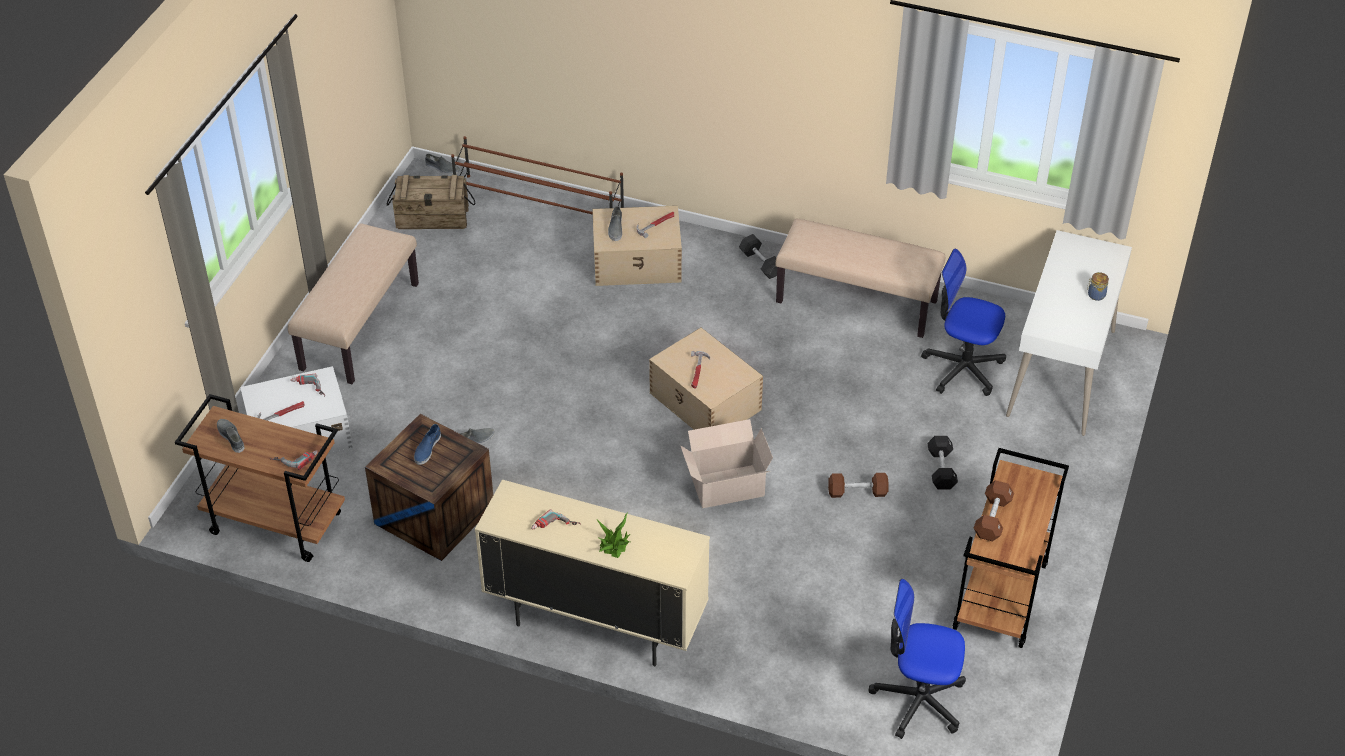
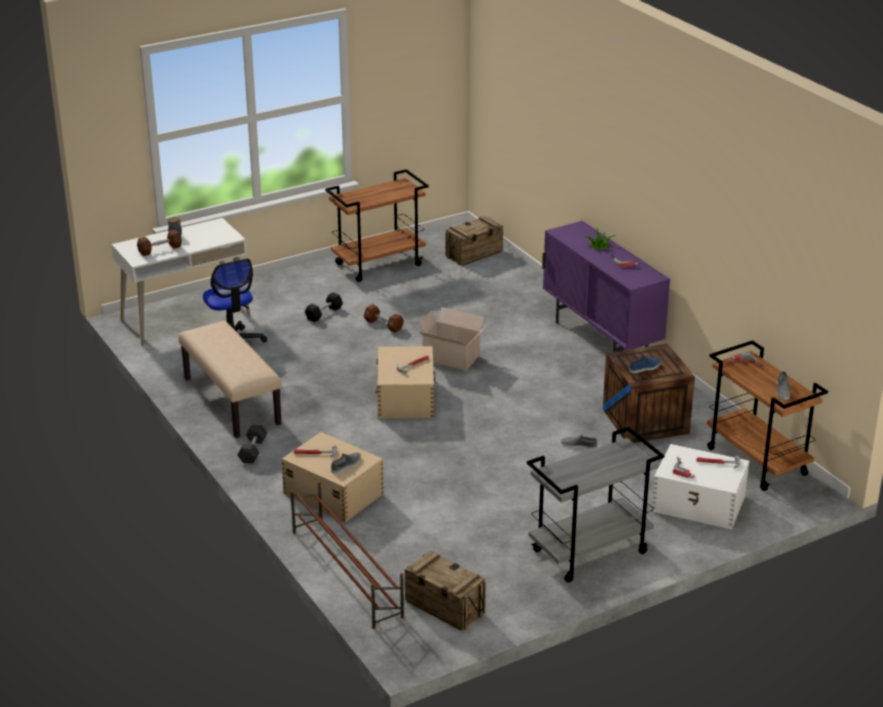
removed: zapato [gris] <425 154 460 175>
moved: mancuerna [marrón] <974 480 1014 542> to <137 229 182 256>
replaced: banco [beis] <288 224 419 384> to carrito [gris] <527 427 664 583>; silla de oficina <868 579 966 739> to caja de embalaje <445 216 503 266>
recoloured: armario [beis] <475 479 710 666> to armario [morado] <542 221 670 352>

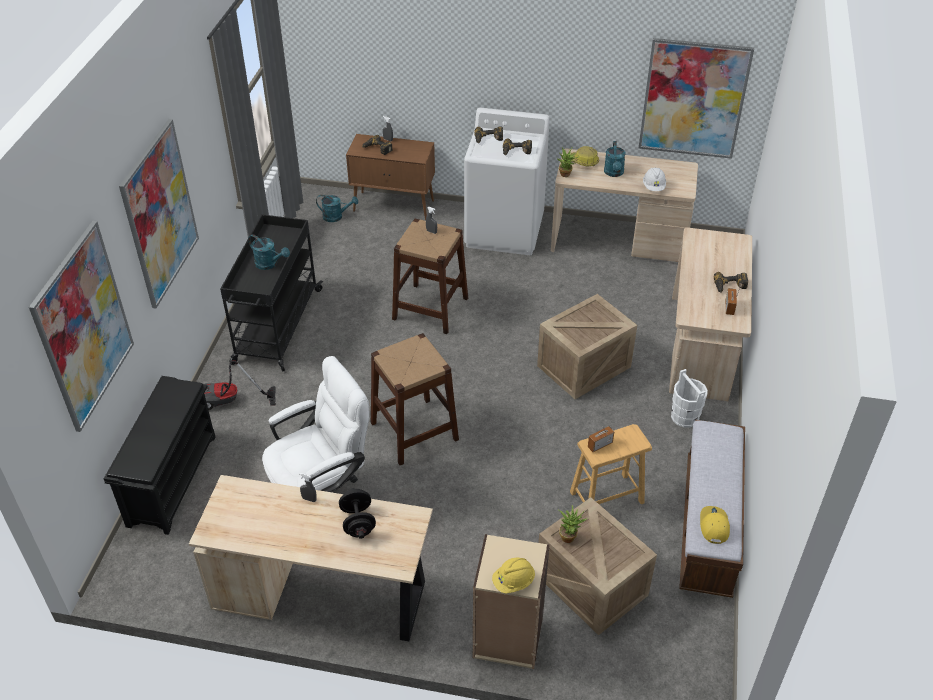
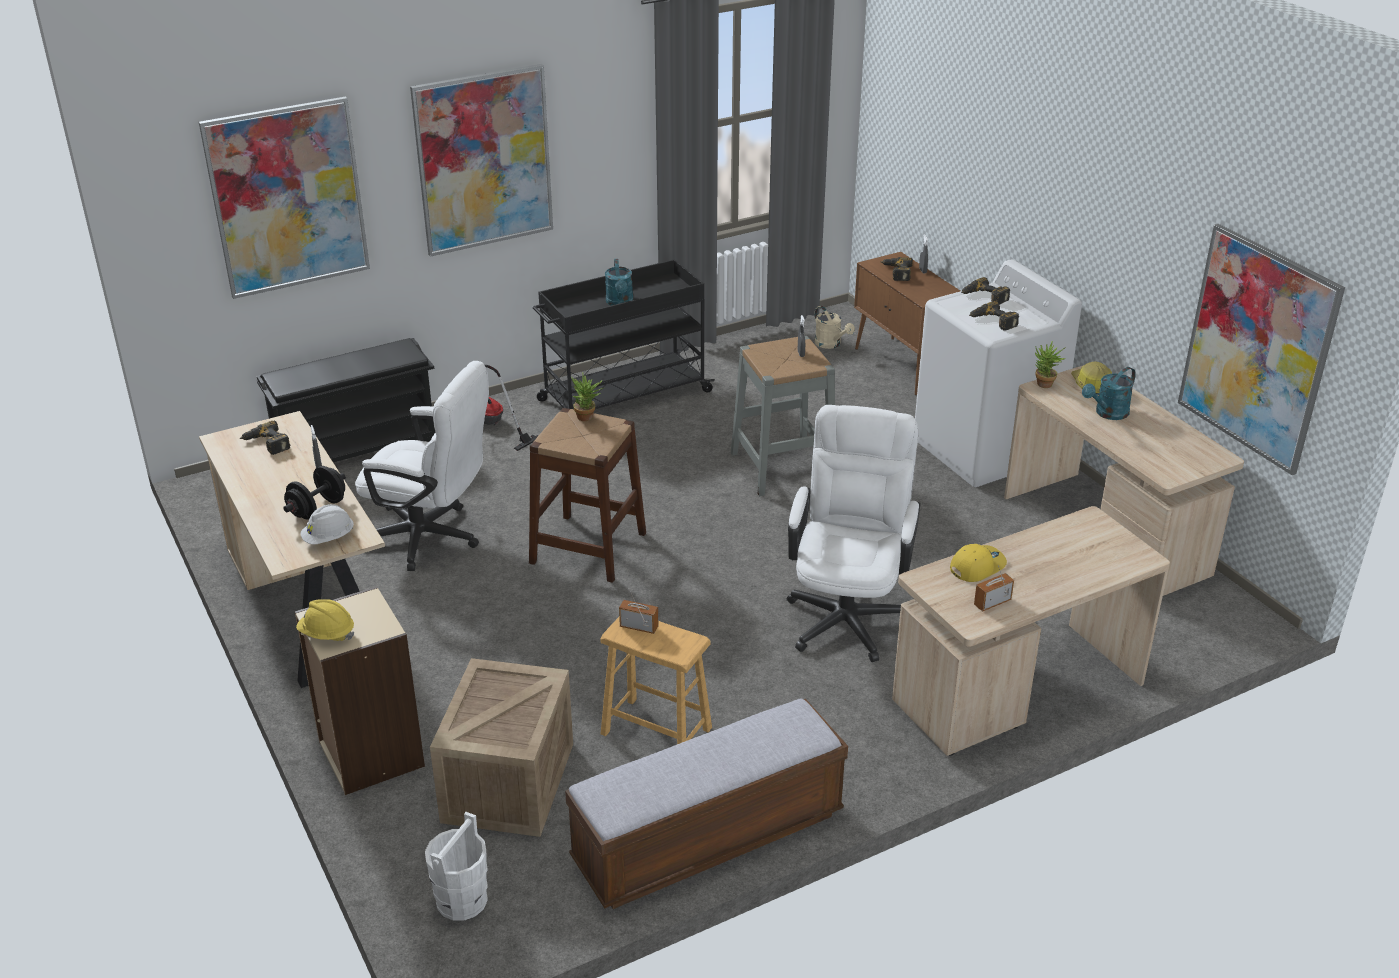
moved: planta en maceta <558 505 588 543> to <571 372 605 421>; casco [blanco] <643 168 666 191> to <301 504 353 544>; cubo [blanco] <671 369 708 428> to <425 812 487 920>; gorra [amarillo] <700 506 730 544> to <950 544 1007 582>; taladro <714 272 748 292> to <240 420 290 455>
replaced: caja de embalaje <537 294 637 399> to silla de oficina [blanco] <787 405 921 662>
recoloured: regadera [turquesa] <316 195 358 222> to regadera [beis] <815 306 855 349>; taburete [marrón] <392 219 468 334> to taburete [gris] <731 336 835 496>

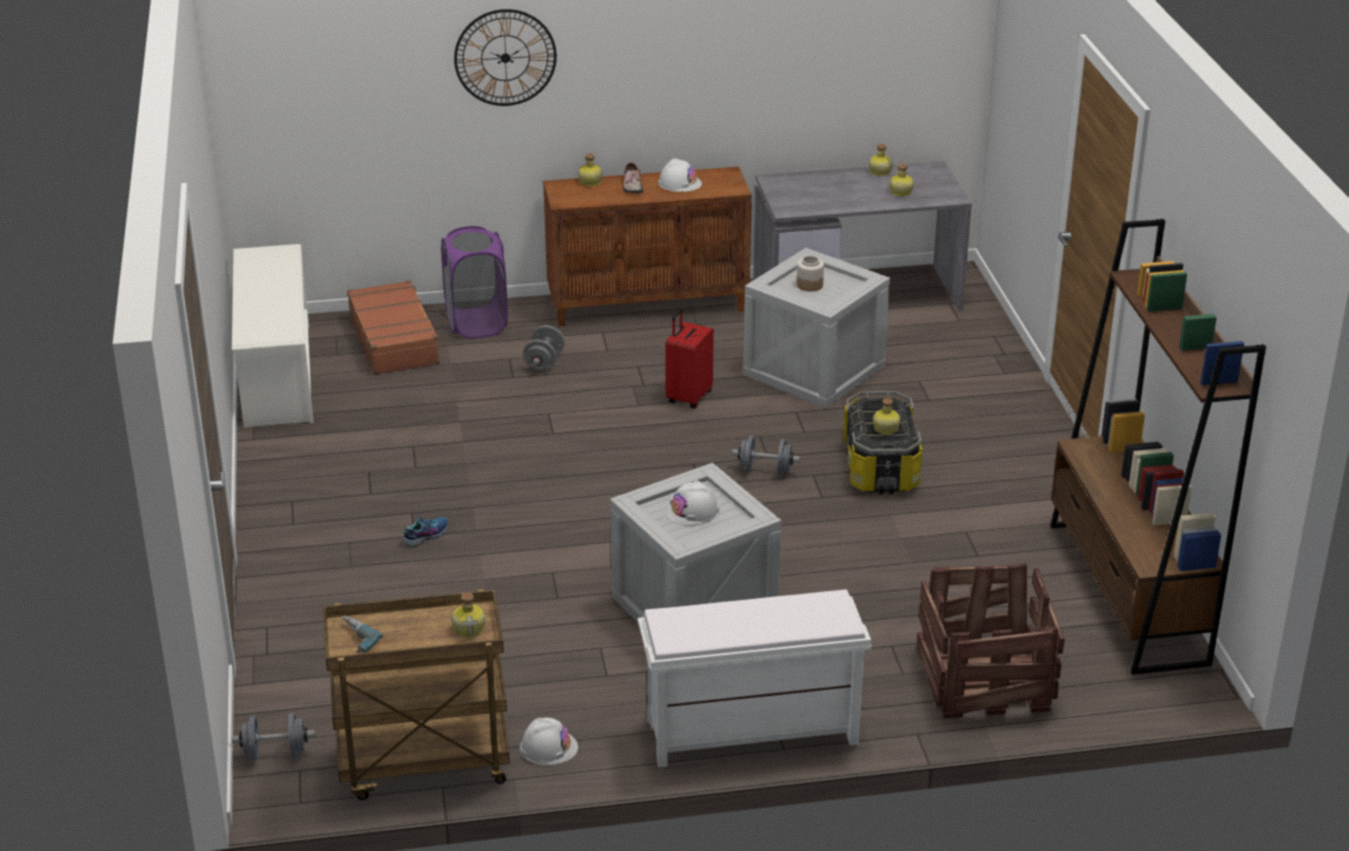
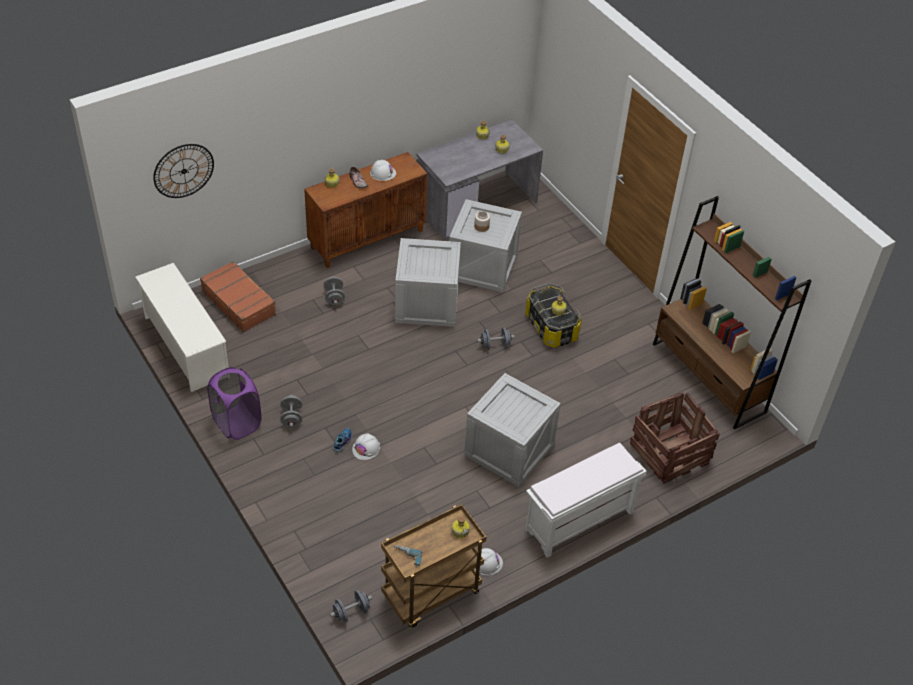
added: mancuerna [gris] <280 395 302 428>
moved: cesto de la ropa [morado] <441 226 508 339> to <207 367 262 440>; reloj de pared <454 9 557 106> to <153 144 214 198>; casco [blanco] <665 480 719 526> to <352 433 380 460>
replaced: maleta [rojo] <666 309 714 408> to caja de embalaje <395 238 461 327>

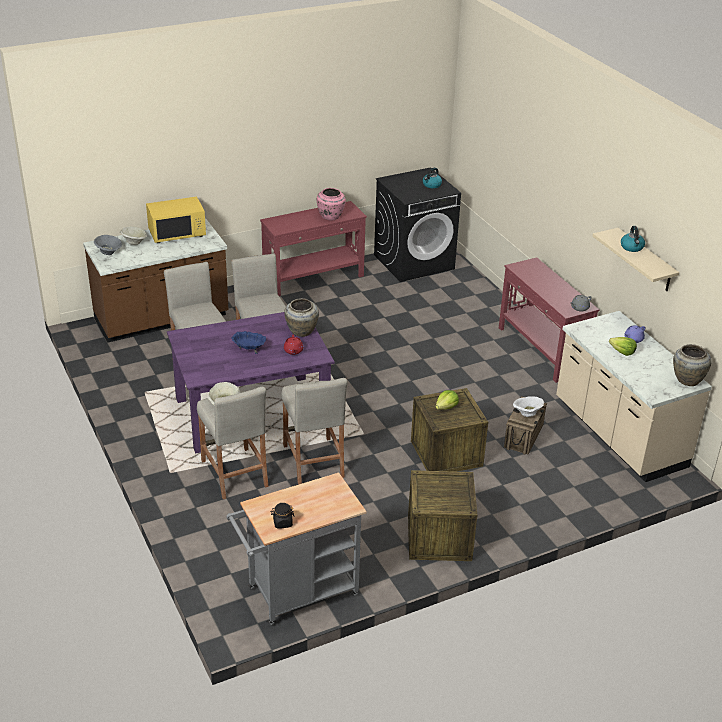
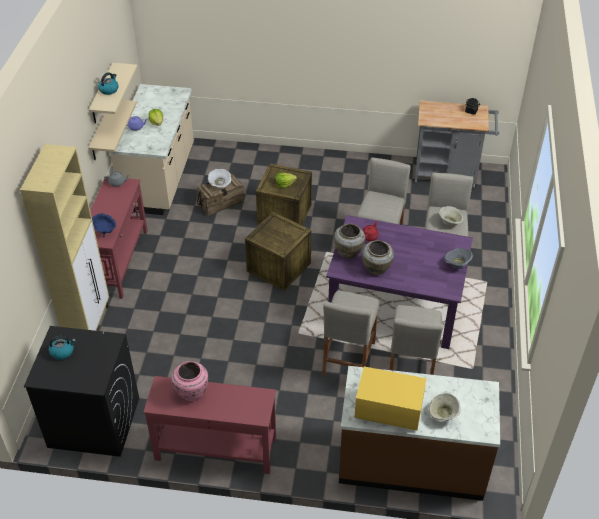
added: armario [beis] <20 144 109 331>; estante [beis] <88 100 137 160>
moved: cuenco [gris] <94 235 122 255> to <444 248 473 269>; cuenco [azul] <232 331 266 354> to <92 213 116 237>; caja de embalaje <408 470 477 561> to <245 212 311 291>; florero [beis] <673 344 712 386> to <362 240 394 275>

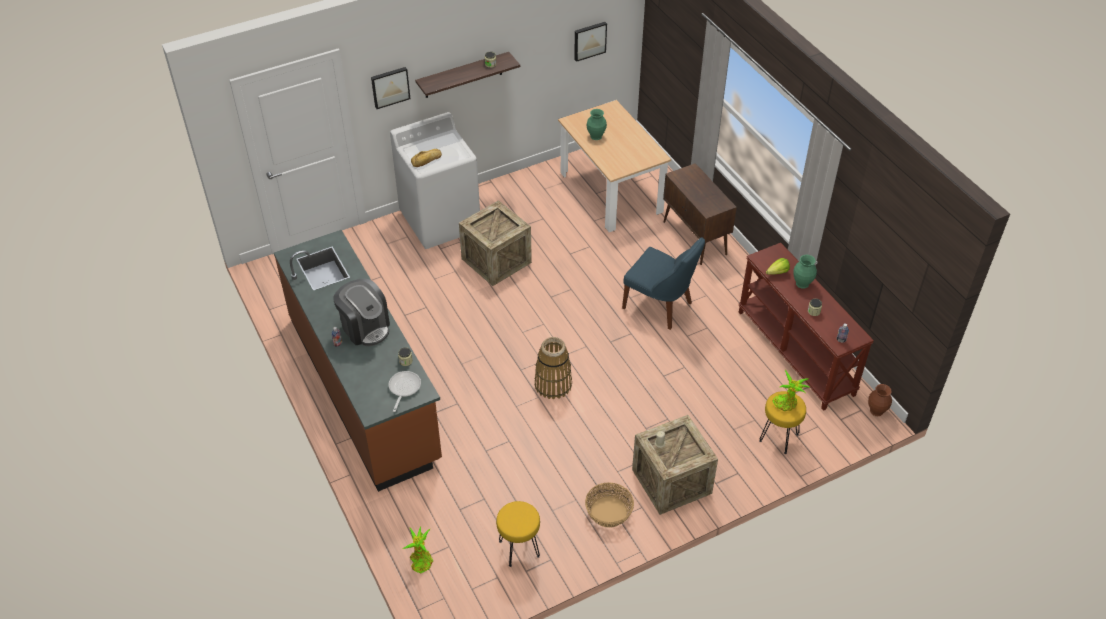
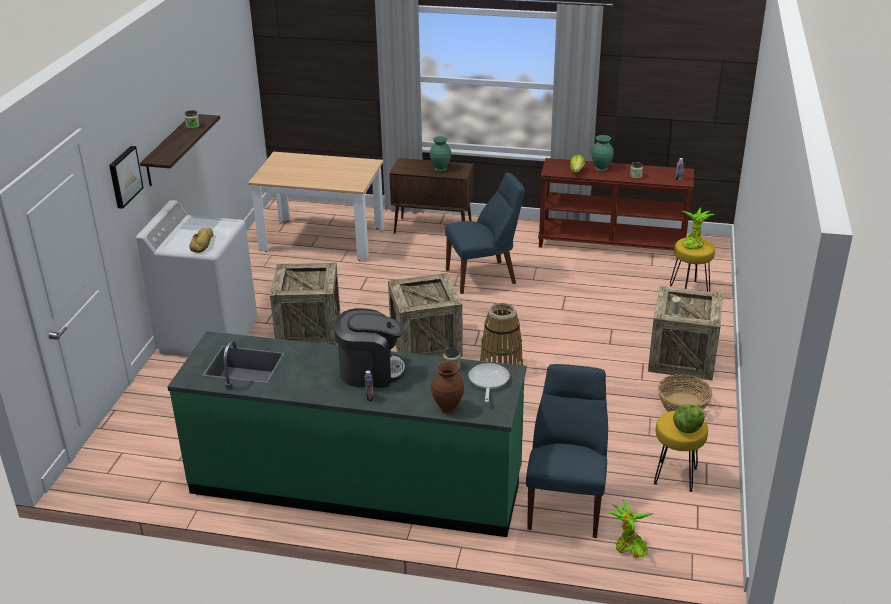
removed: cuadro <574 22 607 62>
added: caja de embalaje <388 273 463 357>; silla [azul] <526 364 608 538>; lechuga <673 404 706 433>
moved: florero [verde] <587 109 607 140> to <430 136 451 171>; florero [marrón] <868 384 892 416> to <431 361 464 413>
recoloured: mueble bajo de cocina [marrón] <274 230 442 492> to mueble bajo de cocina [verde] <167 331 526 537>
turned: sartén <389 371 421 412> = <469 363 510 403> 45 degrees clockwise

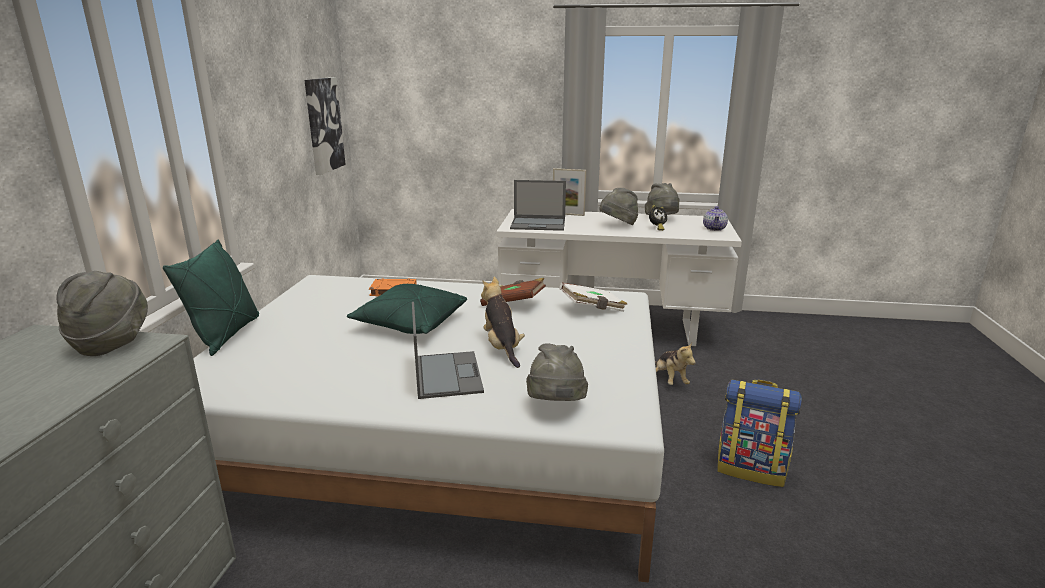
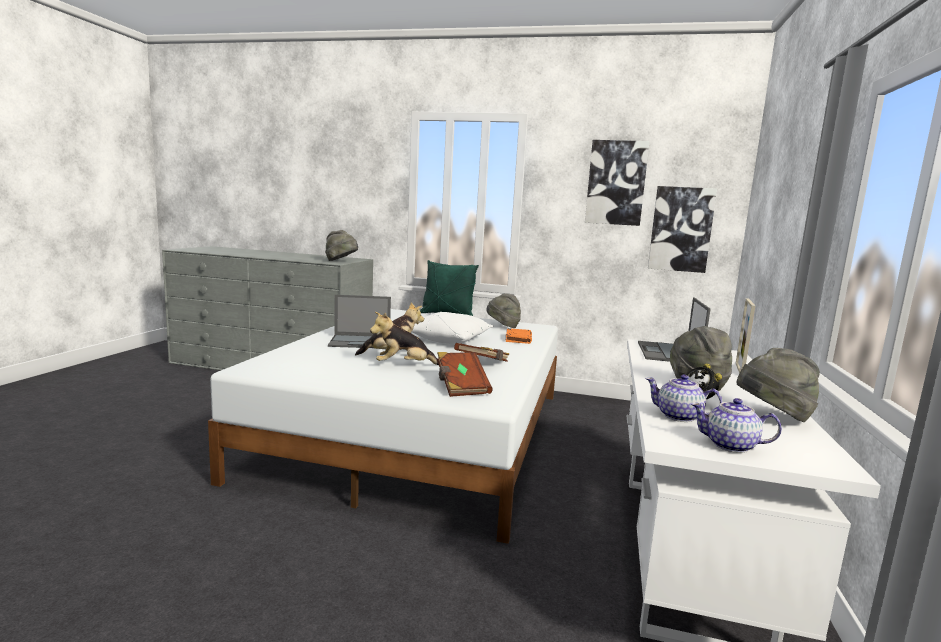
removed: mochila <718 379 802 487>
added: cuadro <585 140 650 226>; tetera <645 375 722 422>
moved: sombrero [gris] <526 343 588 401> to <486 293 521 328>; peluche <655 343 696 385> to <370 312 439 365>
recoloured: cojín [verde] <347 284 467 334> to cojín [blanco] <412 312 494 344>; libro [blanco] <559 283 627 312> to libro [marrón] <437 352 492 397>

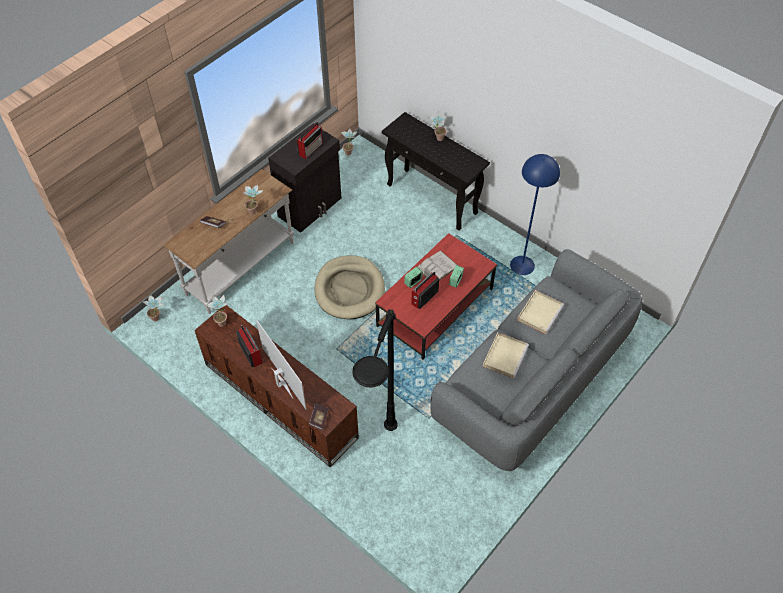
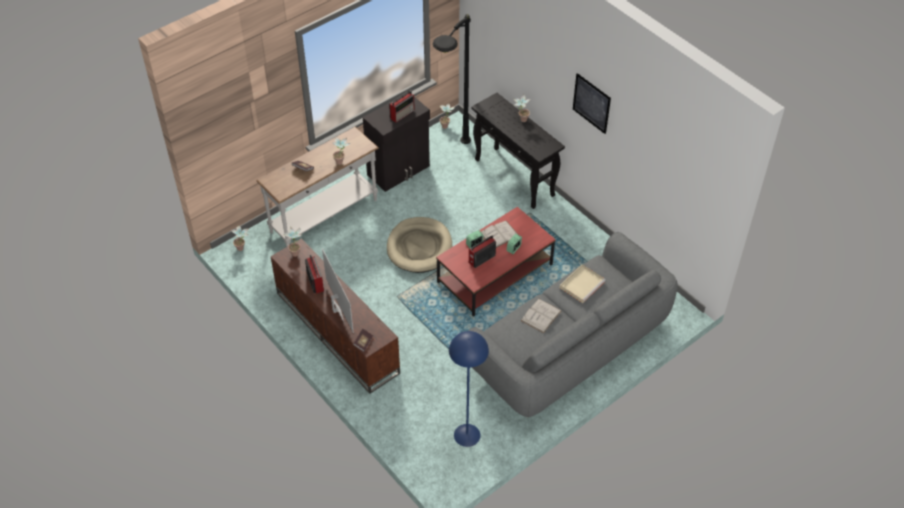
added: cuadro <573 73 611 134>
moved: lámpara de pie [negro] <352 309 398 431> to <433 14 471 144>; lámpara de pie [azul] <510 154 560 275> to <449 331 489 447>
replaced: bandeja [beis] <483 333 529 378> to libro [blanco] <521 299 562 333>

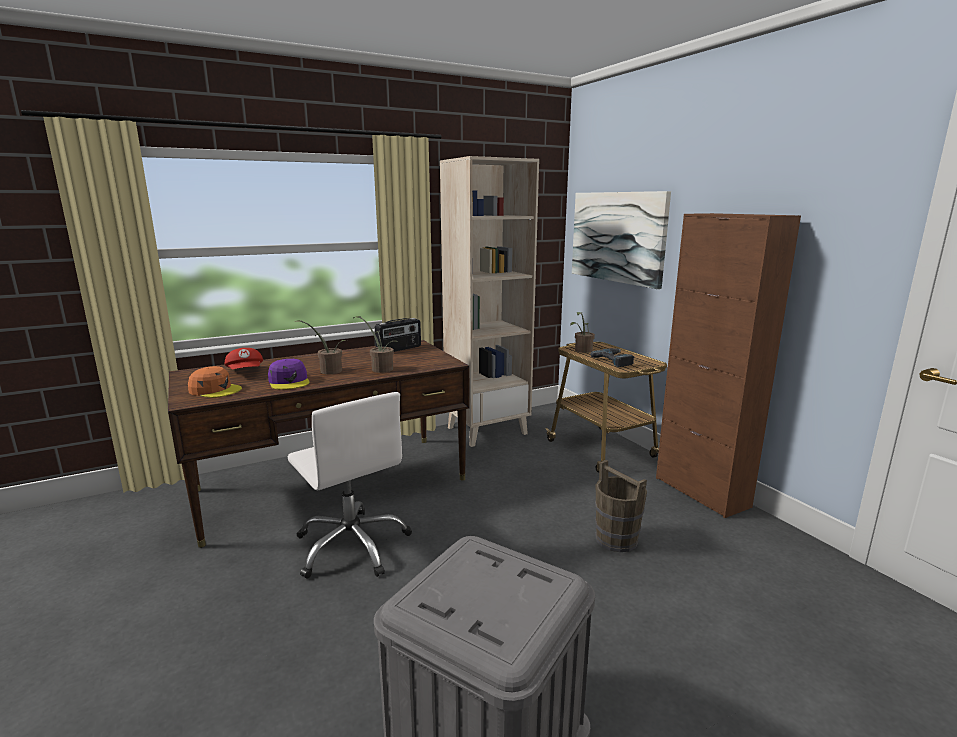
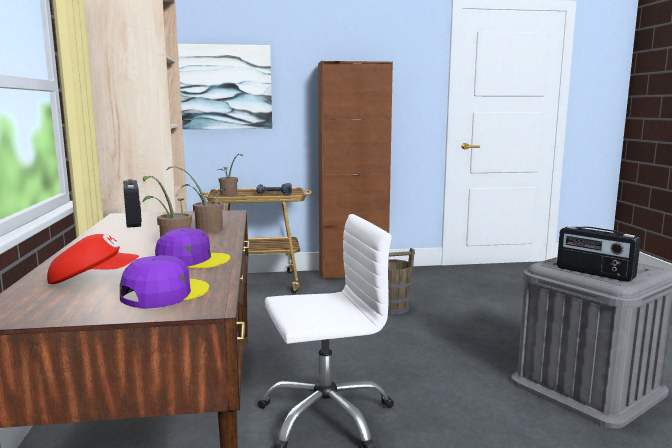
added: radio <557 226 641 282>
recoloured: gorra [naranja] <188 366 242 398> to gorra [morado] <120 255 209 309>

